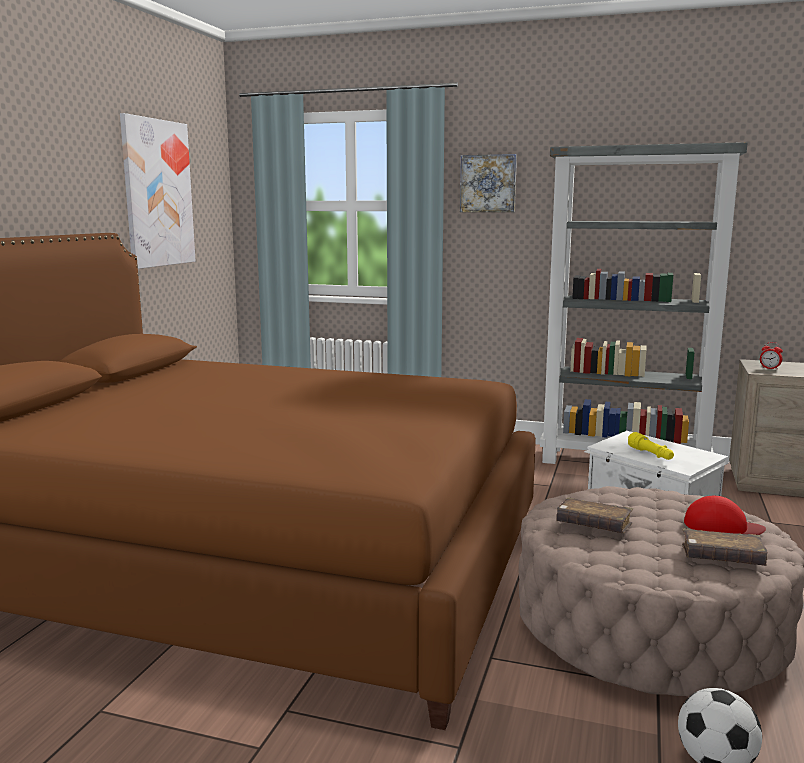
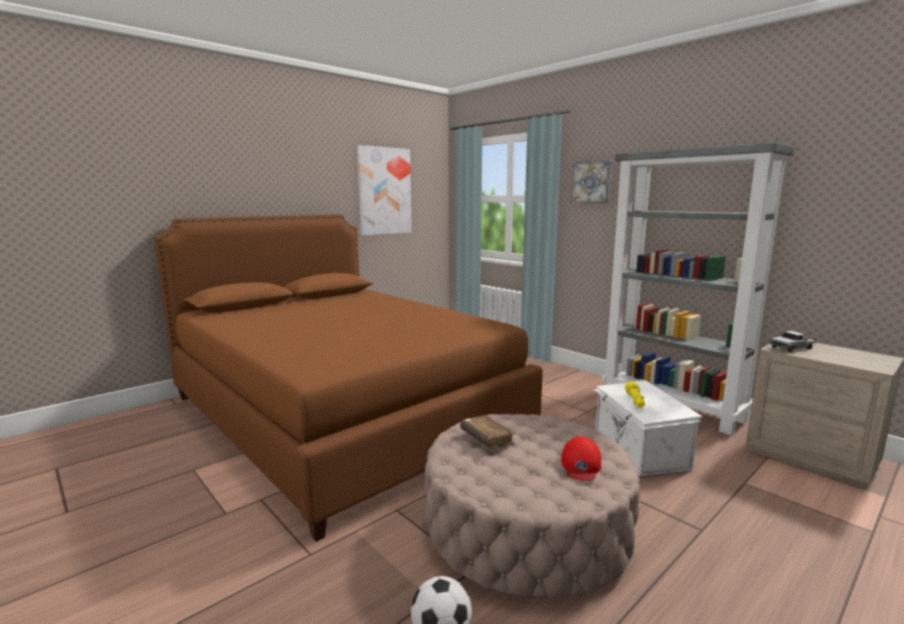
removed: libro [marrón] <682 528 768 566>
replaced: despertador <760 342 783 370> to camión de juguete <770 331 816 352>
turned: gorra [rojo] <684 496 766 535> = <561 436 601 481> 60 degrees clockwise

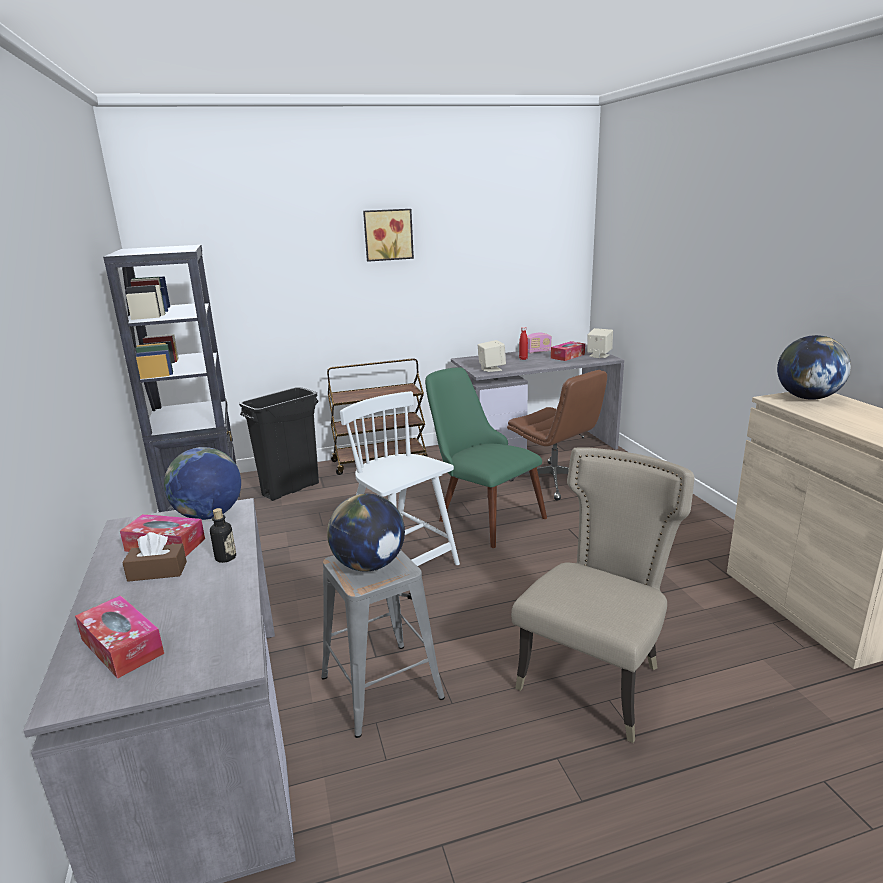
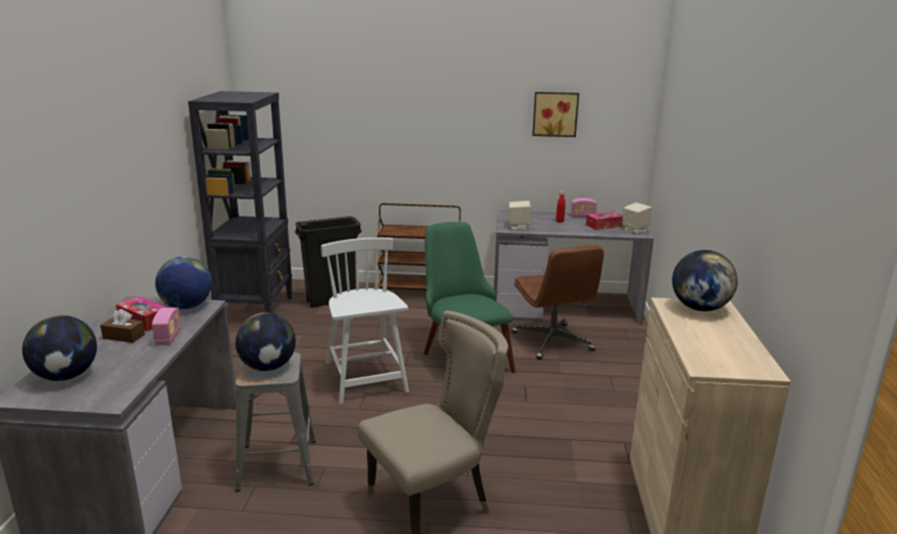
moved: cuadro <363 209 414 262> to <532 92 579 137>
replaced: caja de pañuelos <75 595 164 679> to globo terráqueo <22 315 97 381>; botella <210 508 236 563> to radio <152 307 181 345>

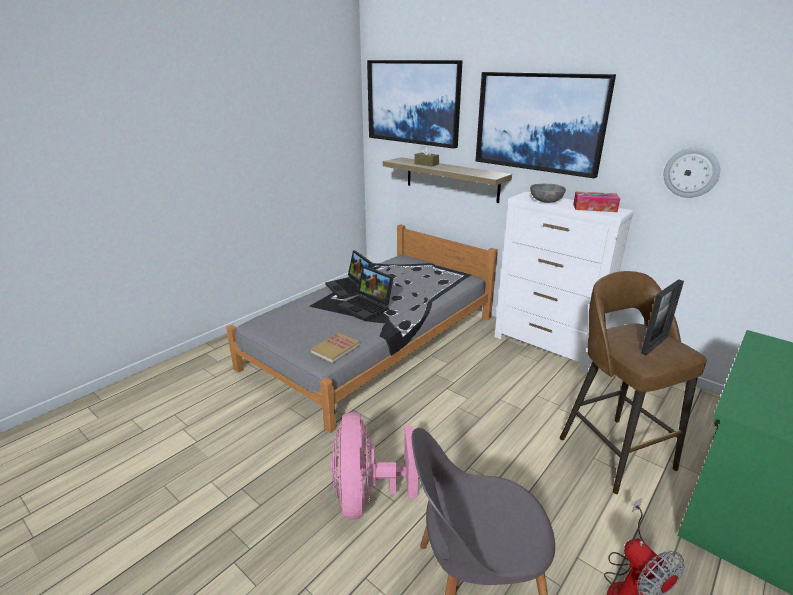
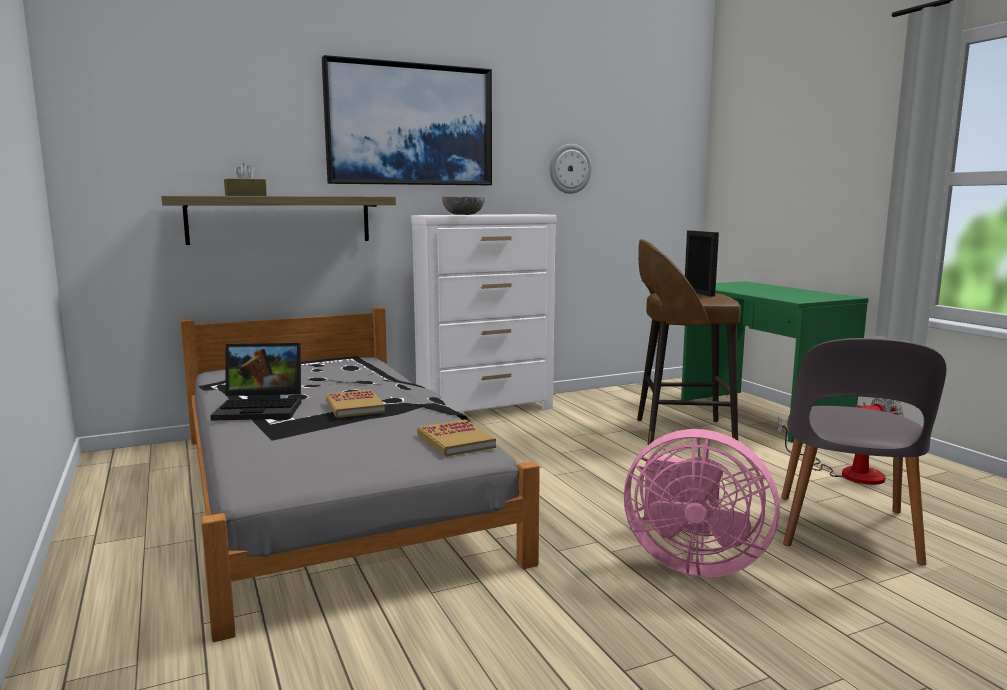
removed: cuadro <367 60 462 149>; caja de pañuelos <573 192 620 212>
replaced: portátil <338 266 394 320> to libro <326 390 385 418>

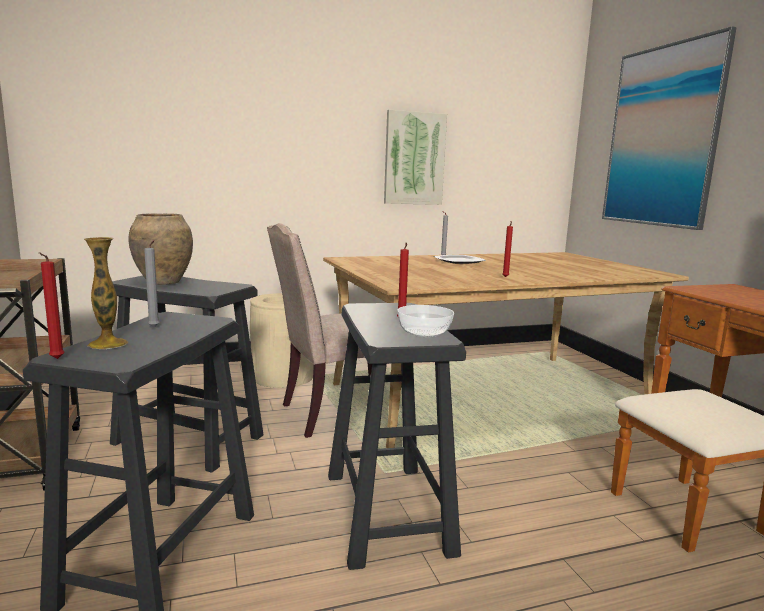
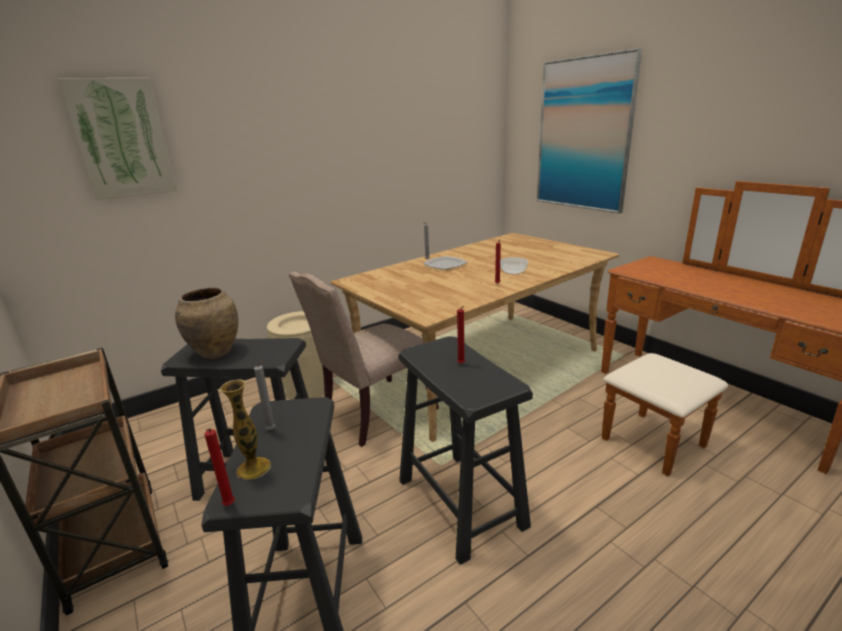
moved: cuadro <384 110 447 205> to <58 78 177 200>; cuenco <397 305 454 337> to <500 257 528 274>

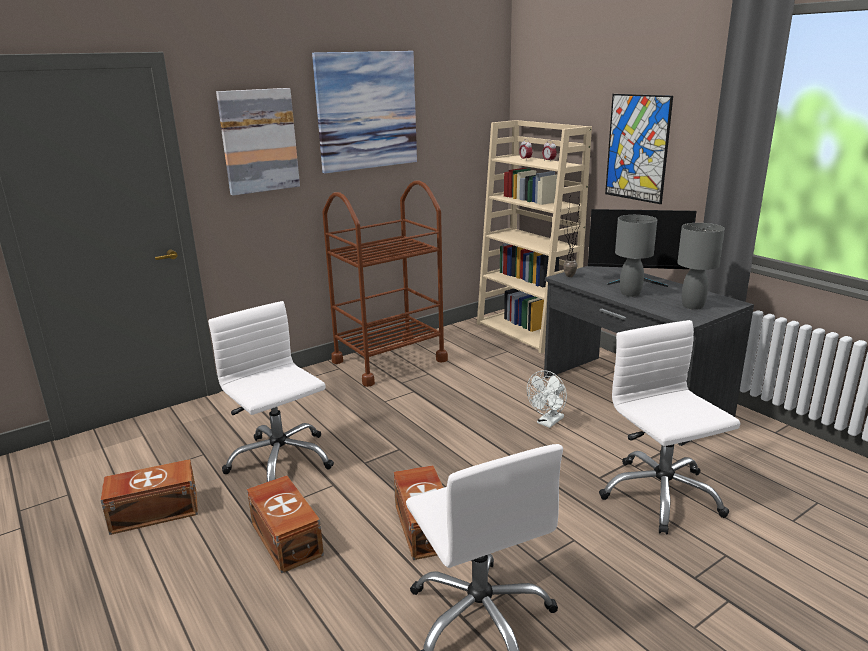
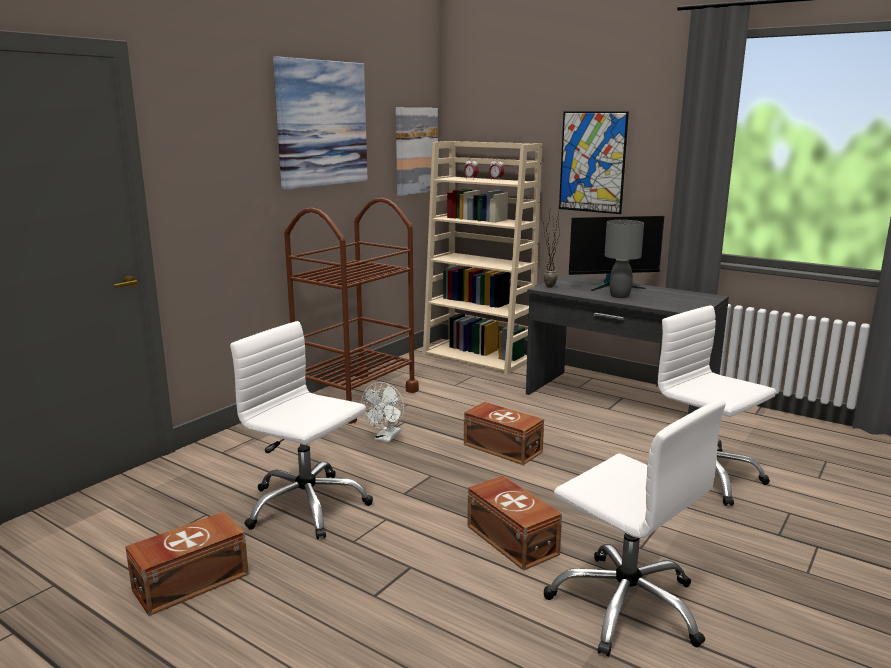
removed: lámpara de mesa [gris] <677 223 725 310>
moved: cuadro <216 88 300 196> to <396 108 438 196>; caja de almacenaje [marrón] <247 475 324 574> to <464 402 544 465>; ventilador [blanco] <527 370 567 428> to <361 382 404 442>

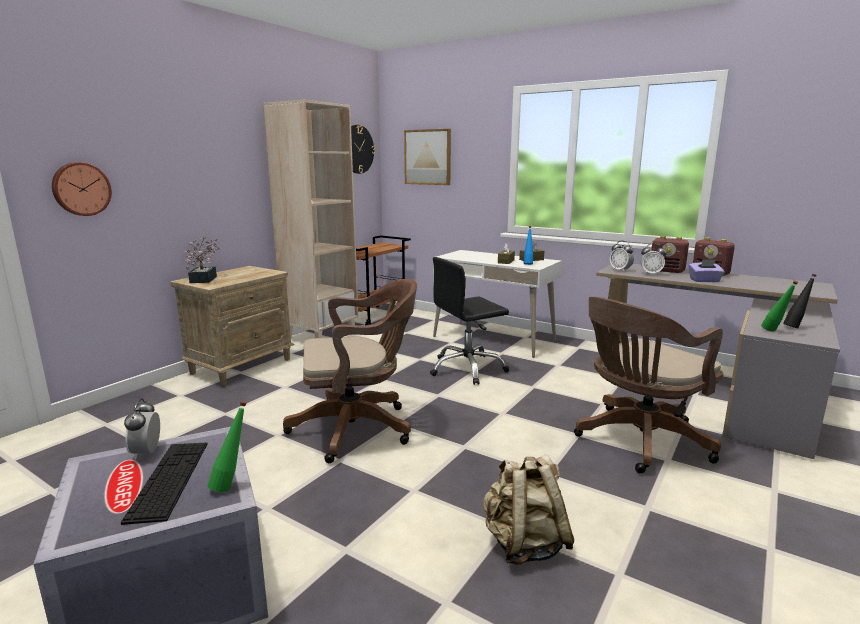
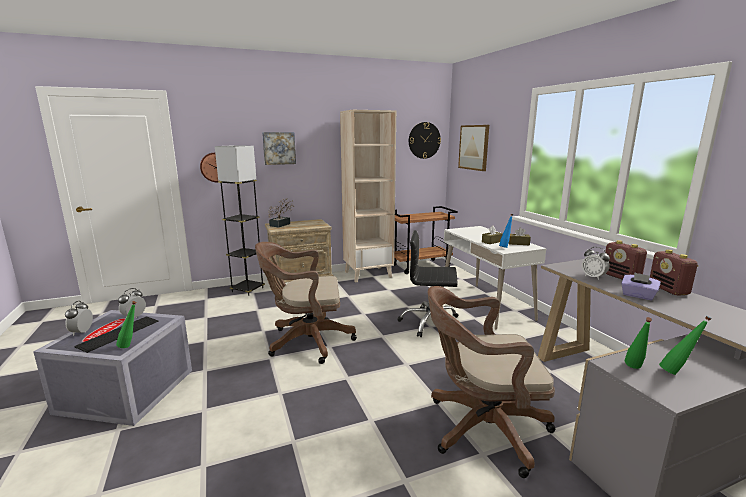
removed: mochila [beis] <483 455 575 565>
added: lámpara de pie [gris] <215 145 265 296>; cuadro <262 132 296 165>
moved: despertador <610 241 634 272> to <65 301 93 336>
recoloured: botella [negro] <783 274 817 328> to botella [verde] <659 316 712 375>
turned: silla de oficina [marrón] <283 279 417 463> = <255 242 357 364> 150 degrees clockwise

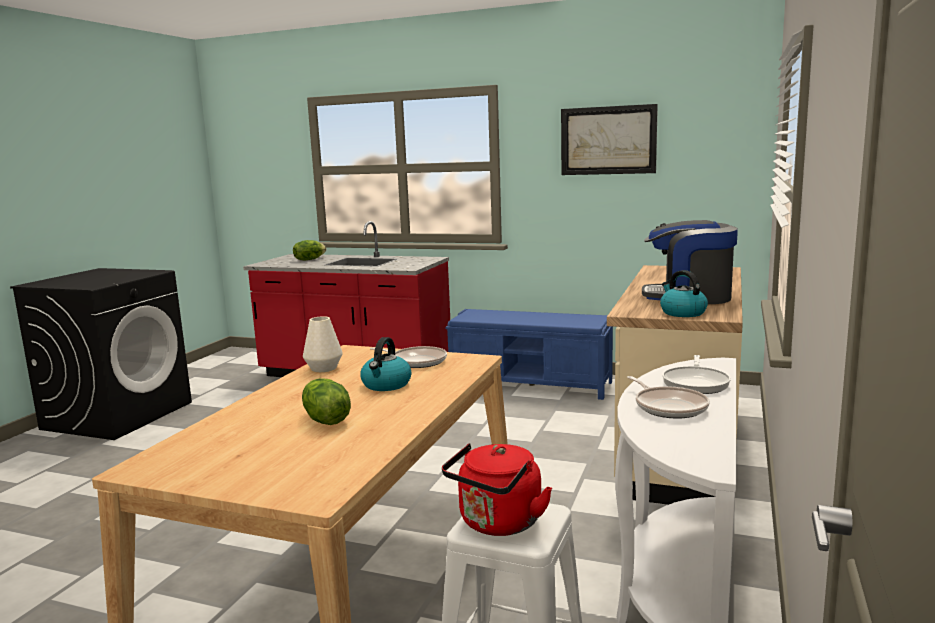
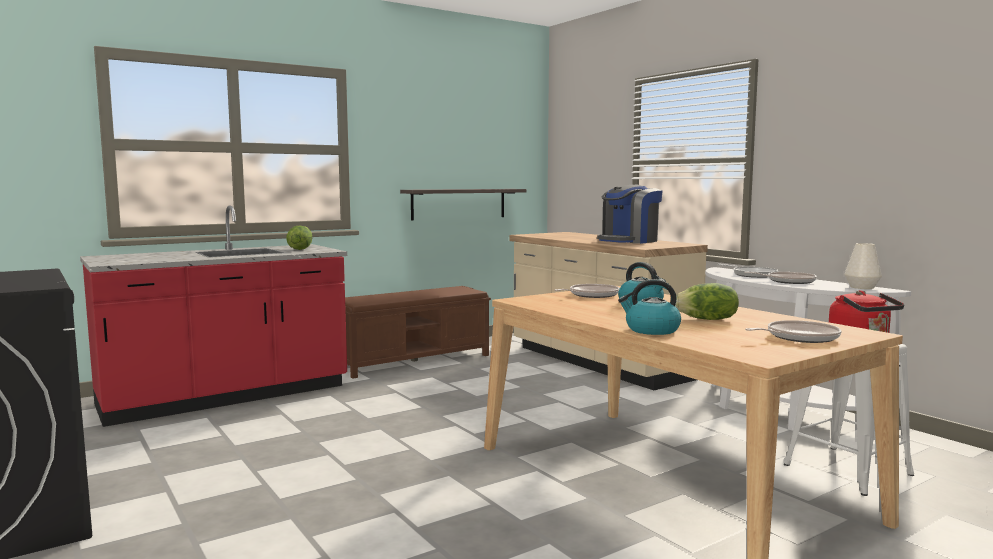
removed: cuadro <561 104 658 175>
added: estante <400 189 527 220>; sartén <745 320 842 343>
moved: lechuga <293 240 326 261> to <287 225 312 250>; florero [blanco] <303 316 343 372> to <844 243 882 289>; hervidor <660 270 708 317> to <618 279 681 335>
recoloured: banco [azul] <445 309 613 400> to banco [marrón] <345 286 491 378>

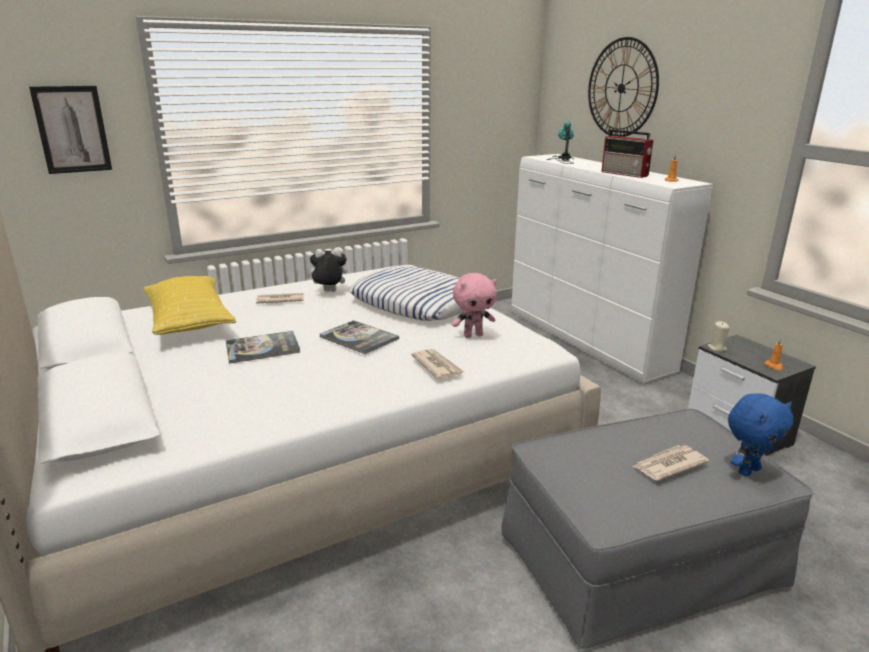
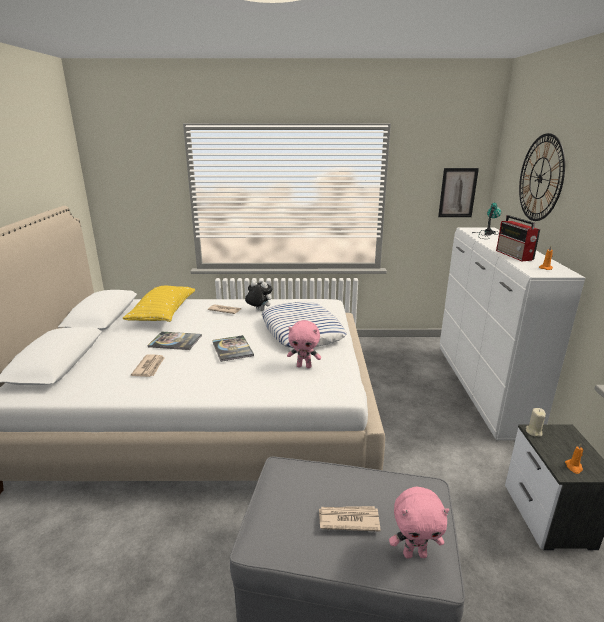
moved: cuadro <29 86 112 174> to <438 168 479 217>; periódico <411 349 464 379> to <131 355 164 377>
recoloured: peluche [azul] <728 393 794 476> to peluche [rosa] <389 487 449 559>

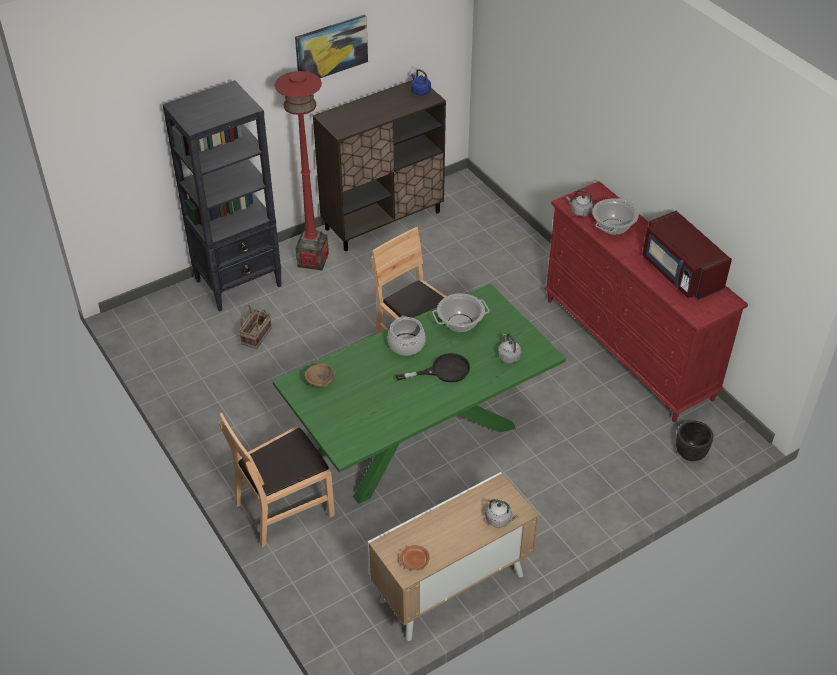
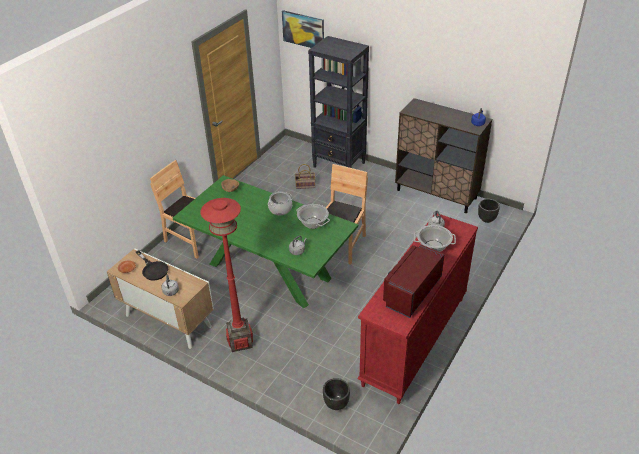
added: maceta [negro] <478 199 500 223>
moved: lámpara de pie [rojo] <275 71 329 270> to <200 198 253 352>; cuadro <295 14 368 78> to <282 10 324 48>; sartén [negro] <396 353 470 383> to <136 250 168 281>

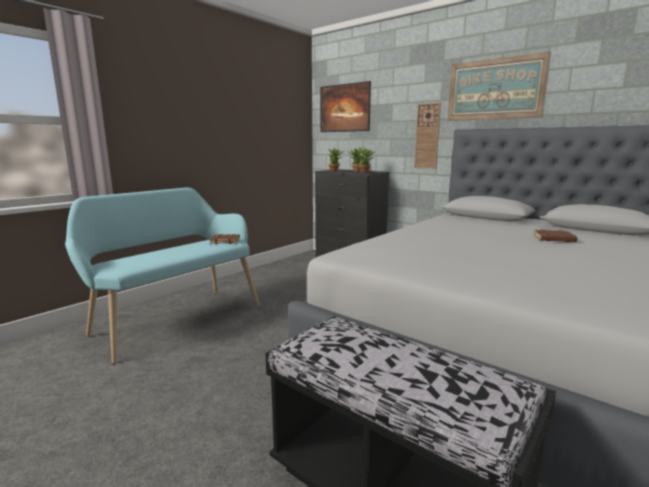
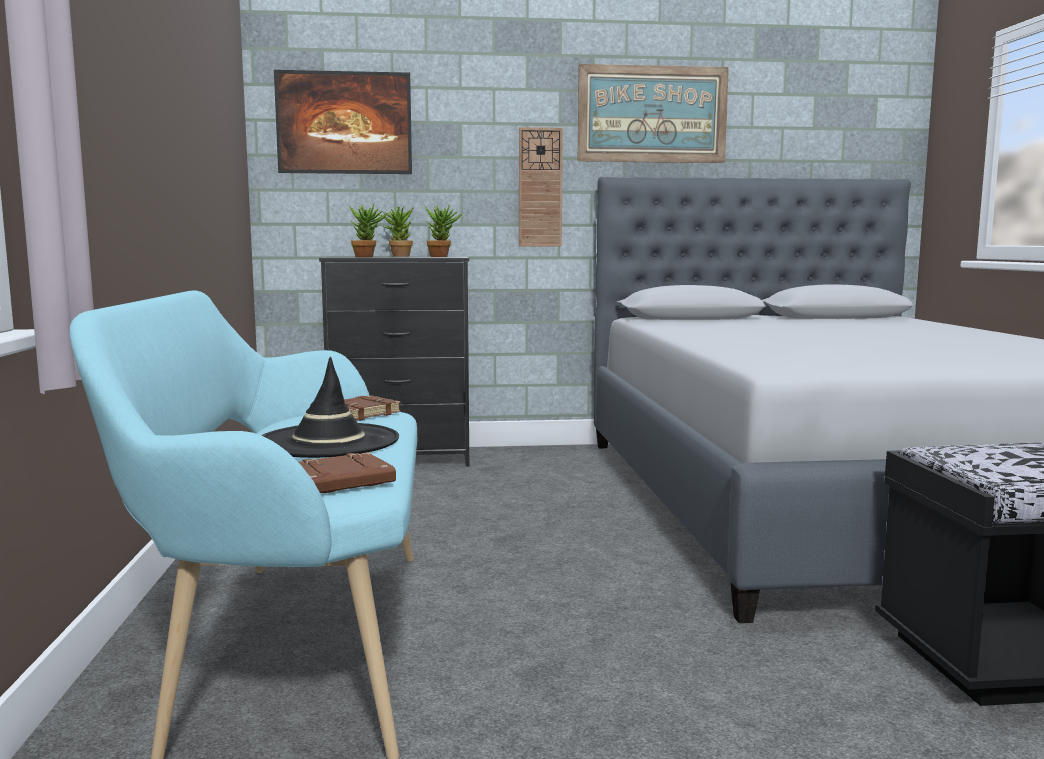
added: sombrero [negro] <261 357 399 458>
moved: libro [marrón] <533 230 577 242> to <299 452 396 493>

